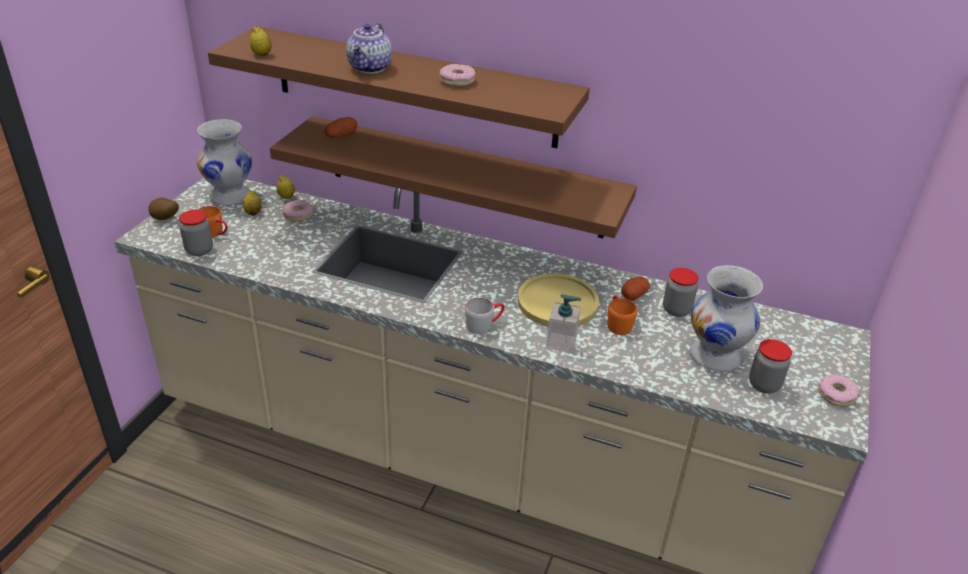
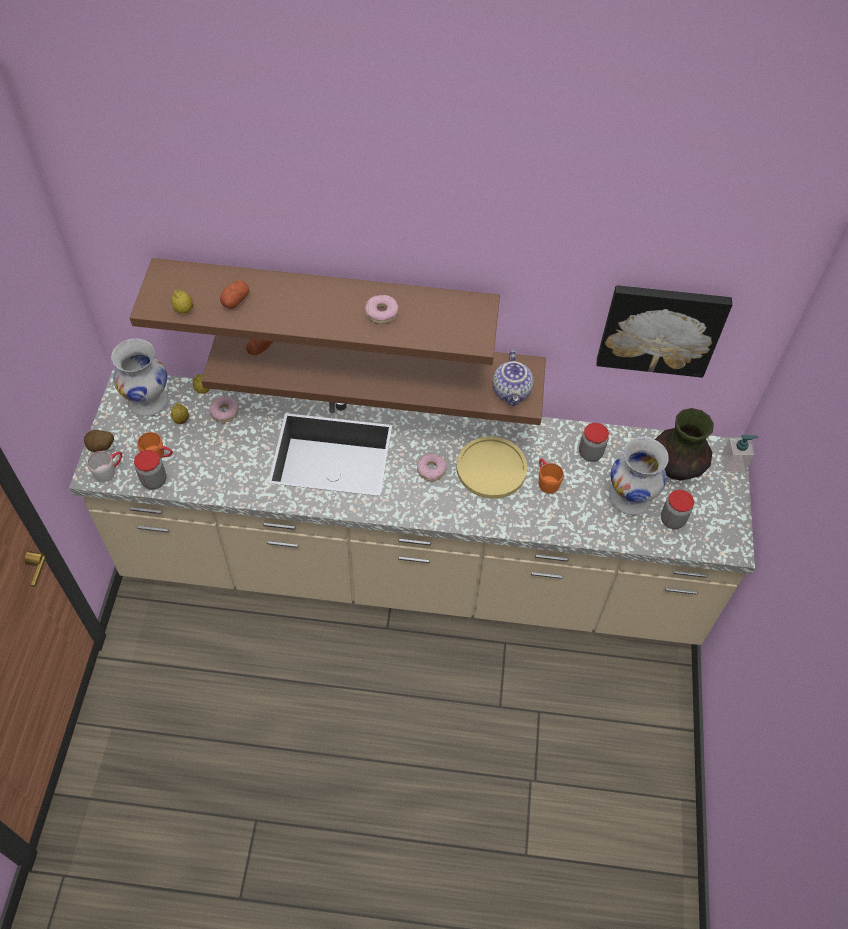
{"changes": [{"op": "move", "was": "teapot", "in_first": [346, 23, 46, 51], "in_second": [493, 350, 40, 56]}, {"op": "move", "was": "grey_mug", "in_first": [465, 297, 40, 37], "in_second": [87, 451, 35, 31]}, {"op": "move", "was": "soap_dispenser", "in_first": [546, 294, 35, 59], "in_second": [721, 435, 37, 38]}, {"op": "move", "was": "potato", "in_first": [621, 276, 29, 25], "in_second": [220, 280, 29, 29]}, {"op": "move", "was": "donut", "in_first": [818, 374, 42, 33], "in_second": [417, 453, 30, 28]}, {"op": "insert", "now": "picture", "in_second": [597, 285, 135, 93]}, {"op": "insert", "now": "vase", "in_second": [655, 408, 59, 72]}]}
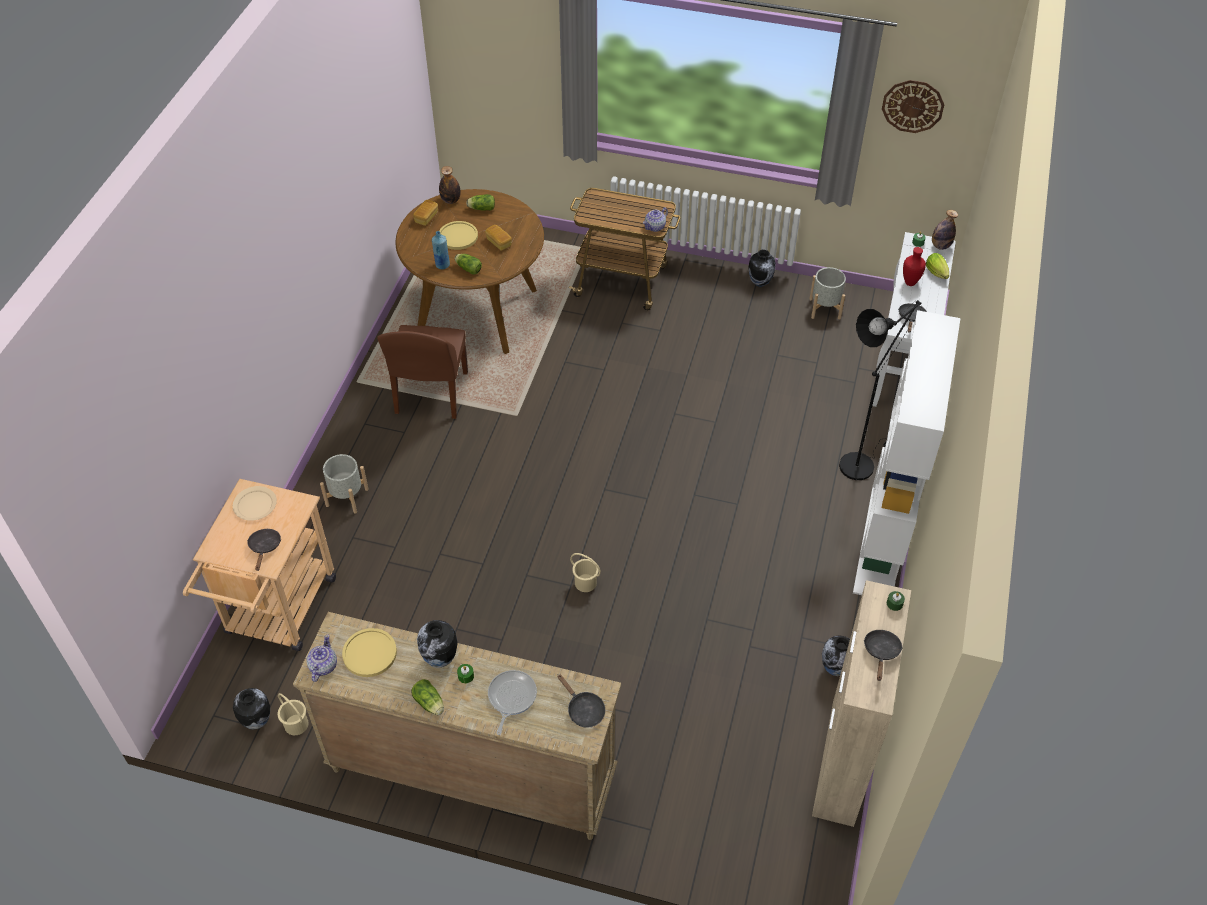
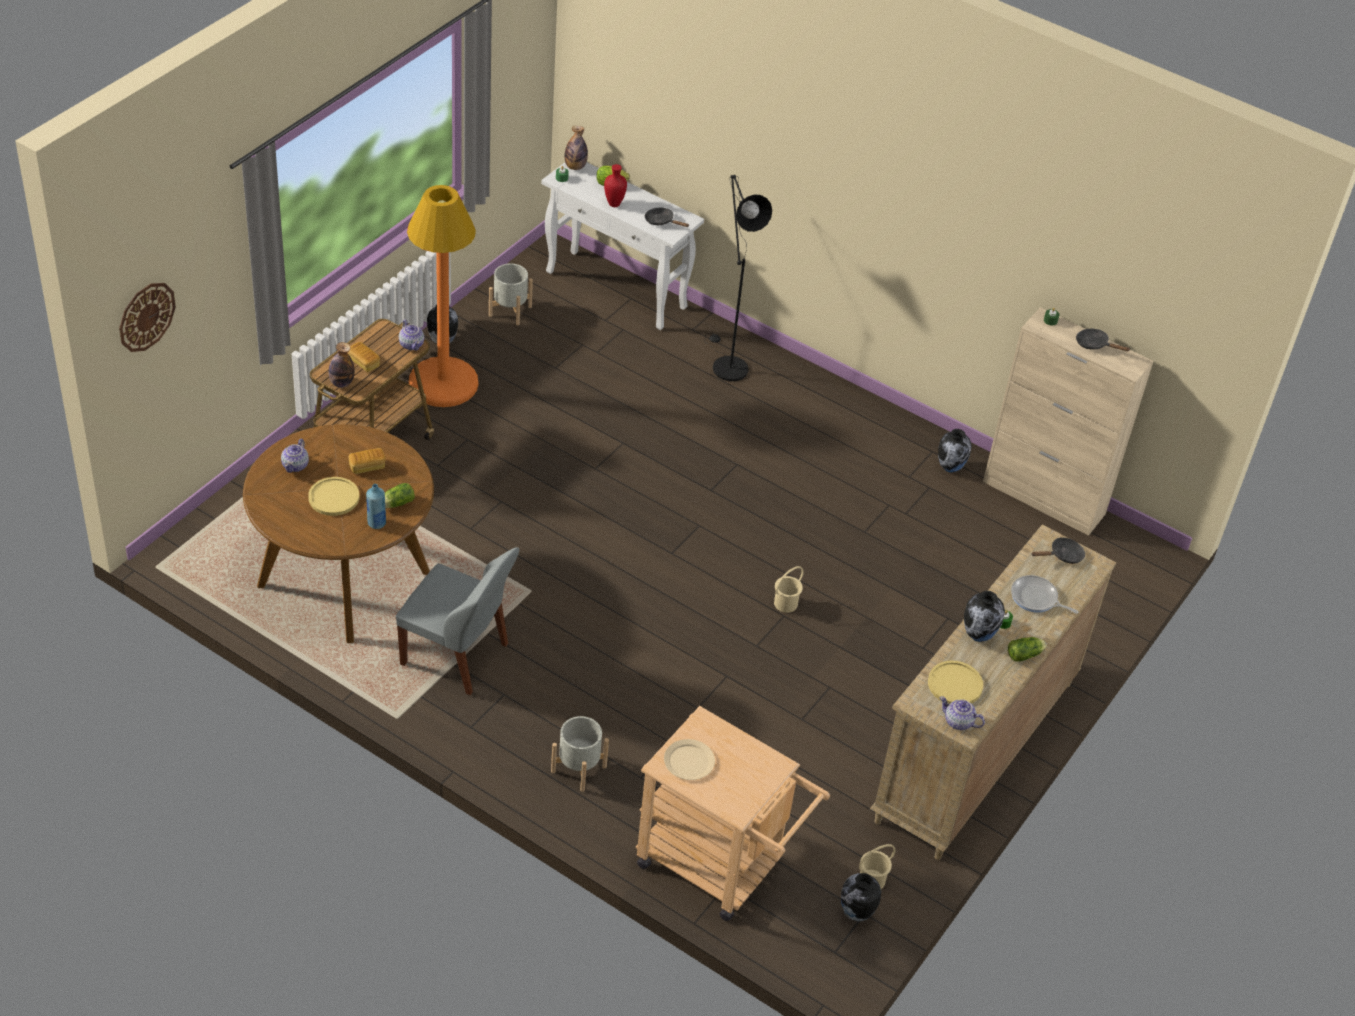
{"changes": [{"op": "delete", "was": "black_frying_pan", "in_first": [247, 529, 34, 42]}, {"op": "recolor", "was": "brown_chair", "now": "grey_chair", "in_first": [377, 325, 91, 94], "in_second": [396, 547, 123, 148]}, {"op": "move", "was": "bread", "in_first": [413, 200, 25, 26], "in_second": [348, 342, 32, 30]}, {"op": "move", "was": "bottle", "in_first": [439, 166, 22, 38], "in_second": [328, 342, 27, 46]}, {"op": "replace", "was": "lettuce", "now": "teapot", "in_first": [466, 194, 29, 17], "in_second": [281, 439, 28, 34]}, {"op": "delete", "was": "white_bookcase", "in_first": [853, 310, 107, 285]}, {"op": "move", "was": "wall_clock", "in_first": [882, 80, 62, 53], "in_second": [119, 283, 57, 69]}, {"op": "insert", "now": "orange_floor_lamp", "in_second": [407, 185, 71, 222]}]}
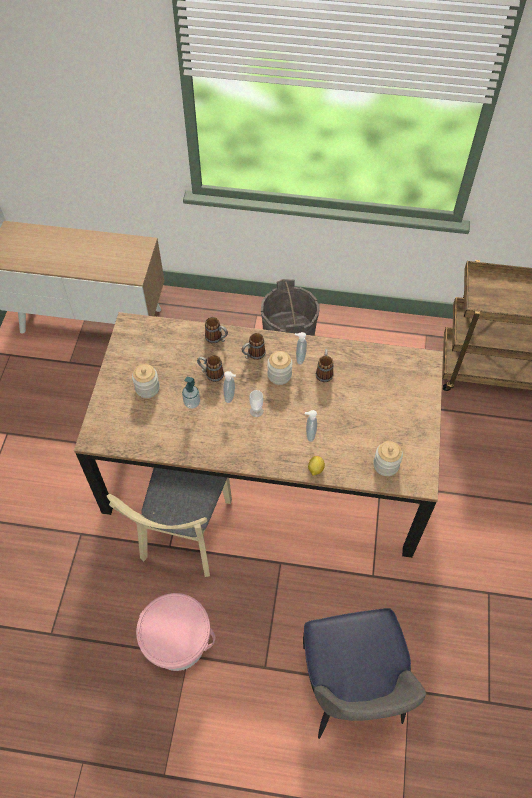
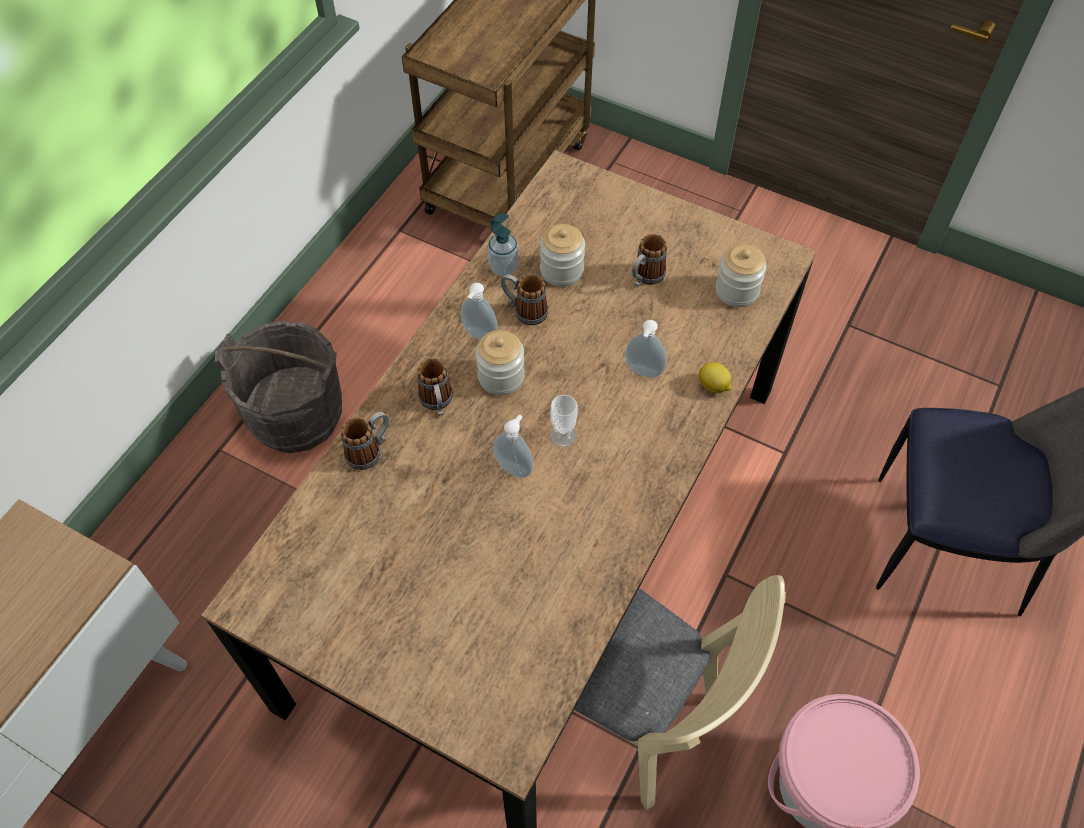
{"changes": [{"op": "move", "was": "jar", "in_first": [132, 364, 28, 34], "in_second": [540, 224, 45, 63]}, {"op": "move", "was": "soap_dispenser", "in_first": [182, 377, 18, 32], "in_second": [488, 213, 30, 63]}, {"op": "move", "was": "mug", "in_first": [197, 355, 27, 27], "in_second": [632, 234, 35, 53]}]}
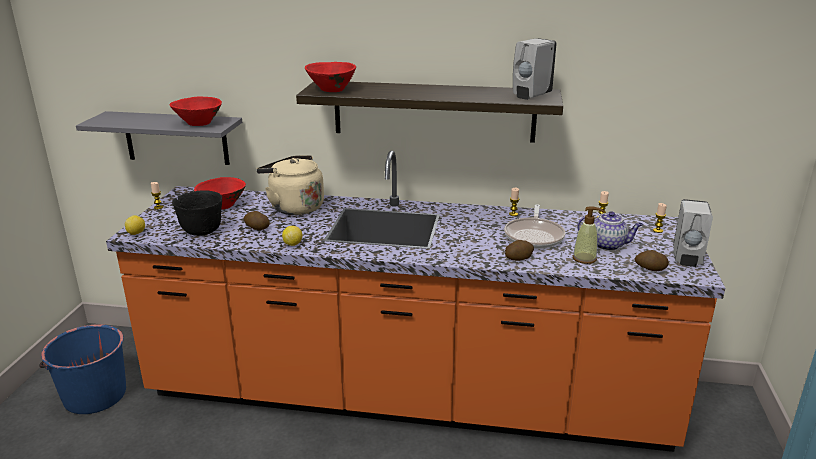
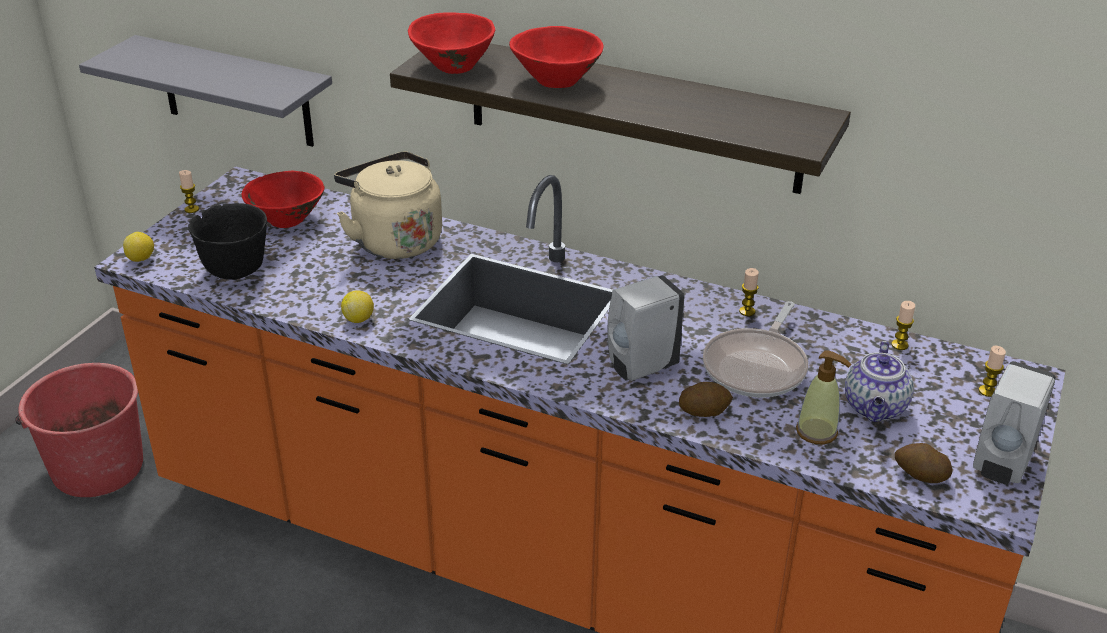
{"changes": [{"op": "recolor", "was": "blue_bucket", "now": "red_bucket", "in_first": [39, 324, 87, 90], "in_second": [15, 363, 128, 134]}, {"op": "move", "was": "red_bowl", "in_first": [170, 96, 52, 30], "in_second": [509, 26, 95, 62]}, {"op": "delete", "was": "potato", "in_first": [244, 211, 26, 19]}, {"op": "move", "was": "white_soap_dispenser", "in_first": [513, 38, 44, 62], "in_second": [607, 275, 77, 106]}, {"op": "rotate", "was": "teapot", "in_first": [577, 211, 66, 40], "in_second": [845, 341, 69, 81], "clockwise": 75}]}
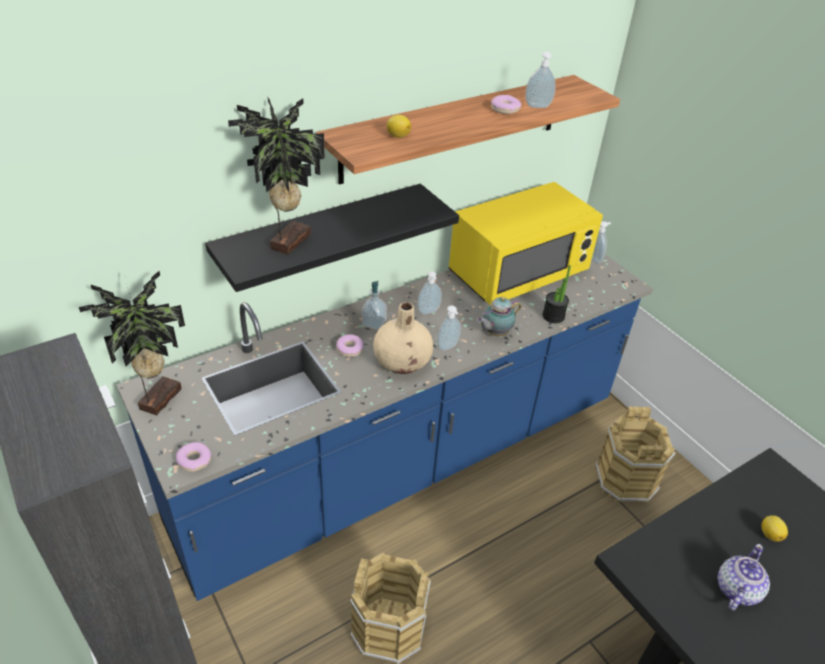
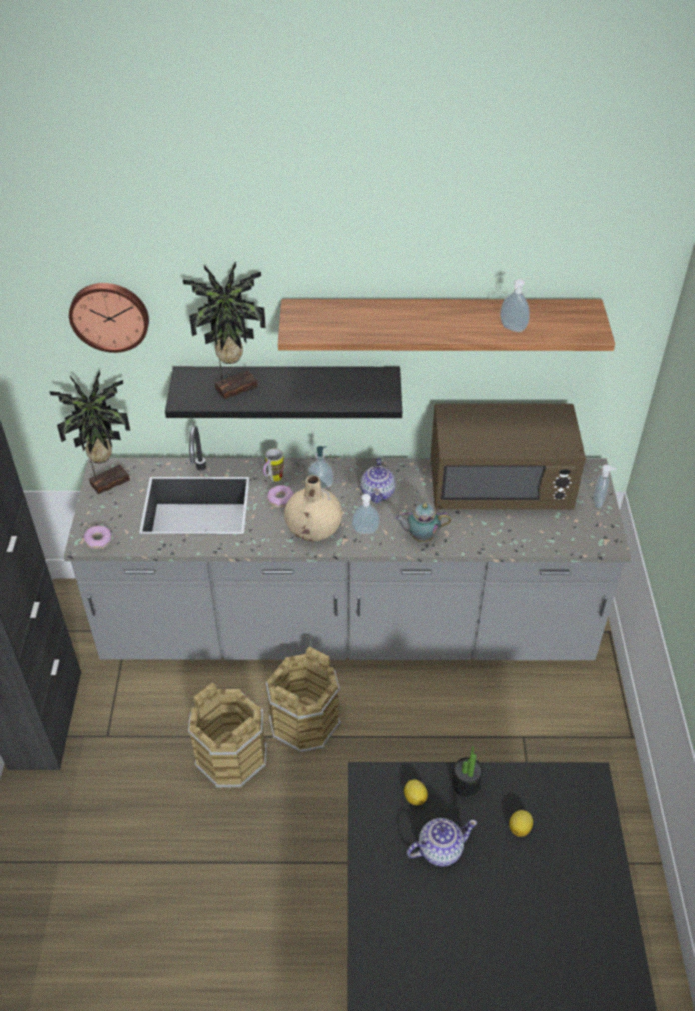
{"changes": [{"op": "recolor", "was": "blue_counter", "now": "grey_counter", "in_first": [116, 255, 537, 346], "in_second": [64, 426, 567, 234]}, {"op": "move", "was": "lemon", "in_first": [386, 115, 25, 23], "in_second": [404, 779, 24, 26]}, {"op": "replace", "was": "soap_dispenser", "now": "teapot", "in_first": [417, 271, 25, 44], "in_second": [360, 458, 36, 45]}, {"op": "recolor", "was": "yellow_microwave", "now": "brown_microwave", "in_first": [449, 182, 154, 123], "in_second": [431, 403, 155, 106]}, {"op": "delete", "was": "donut", "in_first": [491, 95, 30, 19]}, {"op": "move", "was": "potted_plant", "in_first": [542, 265, 29, 58], "in_second": [452, 746, 31, 51]}, {"op": "move", "was": "brown_bucket", "in_first": [595, 407, 81, 96], "in_second": [266, 646, 75, 107]}, {"op": "insert", "now": "wall_clock", "in_second": [69, 283, 80, 70]}, {"op": "insert", "now": "mug", "in_second": [263, 448, 21, 34]}]}
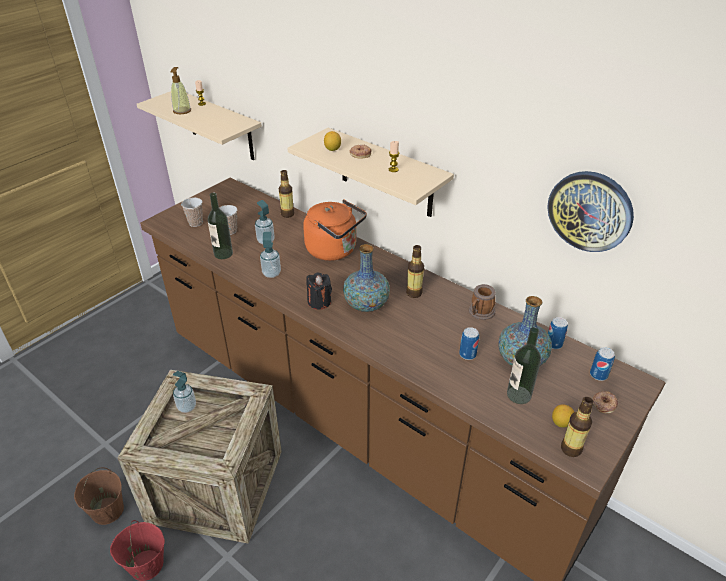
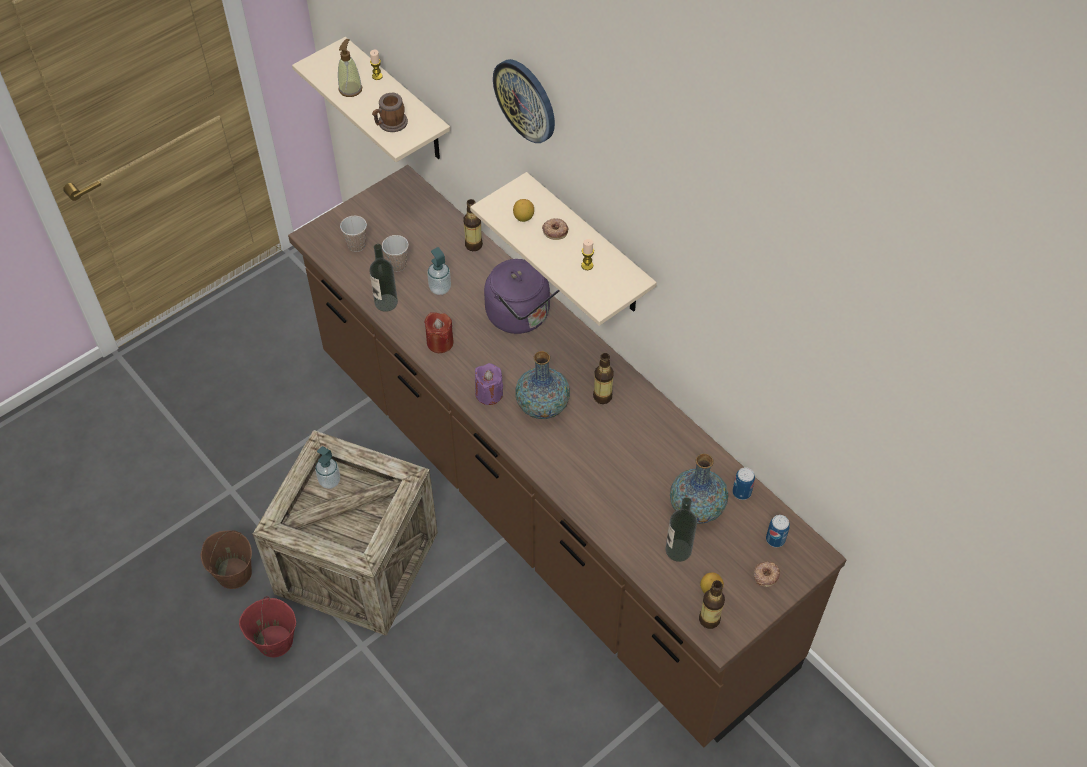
{"changes": [{"op": "replace", "was": "soap_dispenser", "now": "red_candle", "in_first": [260, 232, 21, 46], "in_second": [424, 312, 30, 41]}, {"op": "recolor", "was": "orange_kettle", "now": "purple_kettle", "in_first": [303, 199, 64, 62], "in_second": [484, 259, 75, 75]}, {"op": "recolor", "was": "black_candle", "now": "purple_candle", "in_first": [306, 272, 26, 38], "in_second": [475, 363, 28, 42]}, {"op": "delete", "was": "can", "in_first": [459, 327, 20, 33]}, {"op": "move", "was": "mug", "in_first": [469, 284, 27, 36], "in_second": [372, 93, 36, 39]}, {"op": "move", "was": "wall_clock", "in_first": [547, 171, 87, 81], "in_second": [493, 59, 62, 84]}]}
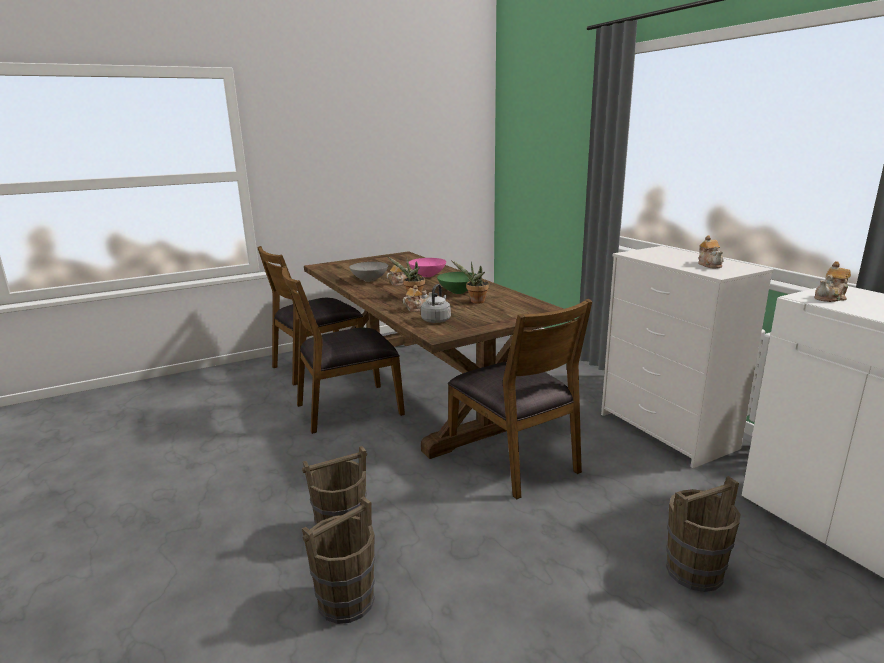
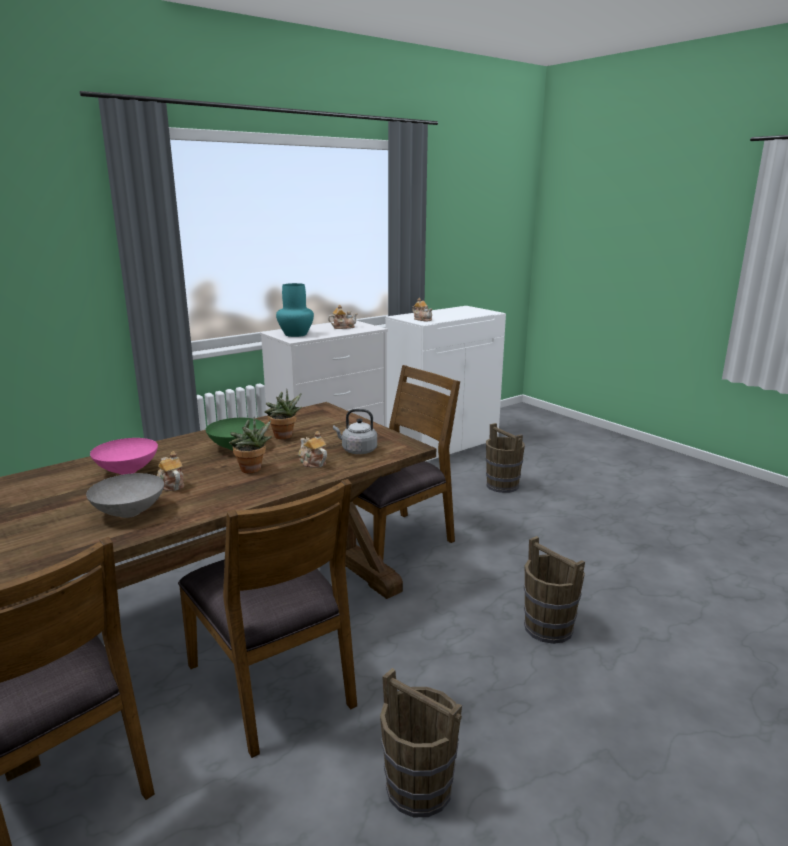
{"changes": [{"op": "move", "was": "brown_bucket", "in_first": [302, 496, 73, 128], "in_second": [380, 668, 82, 149]}, {"op": "insert", "now": "turquoise_vase", "in_second": [276, 283, 38, 54]}]}
